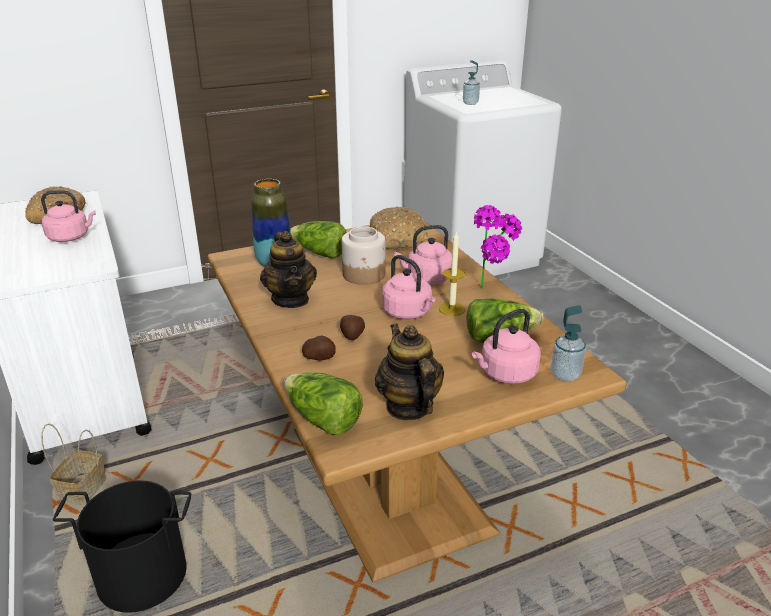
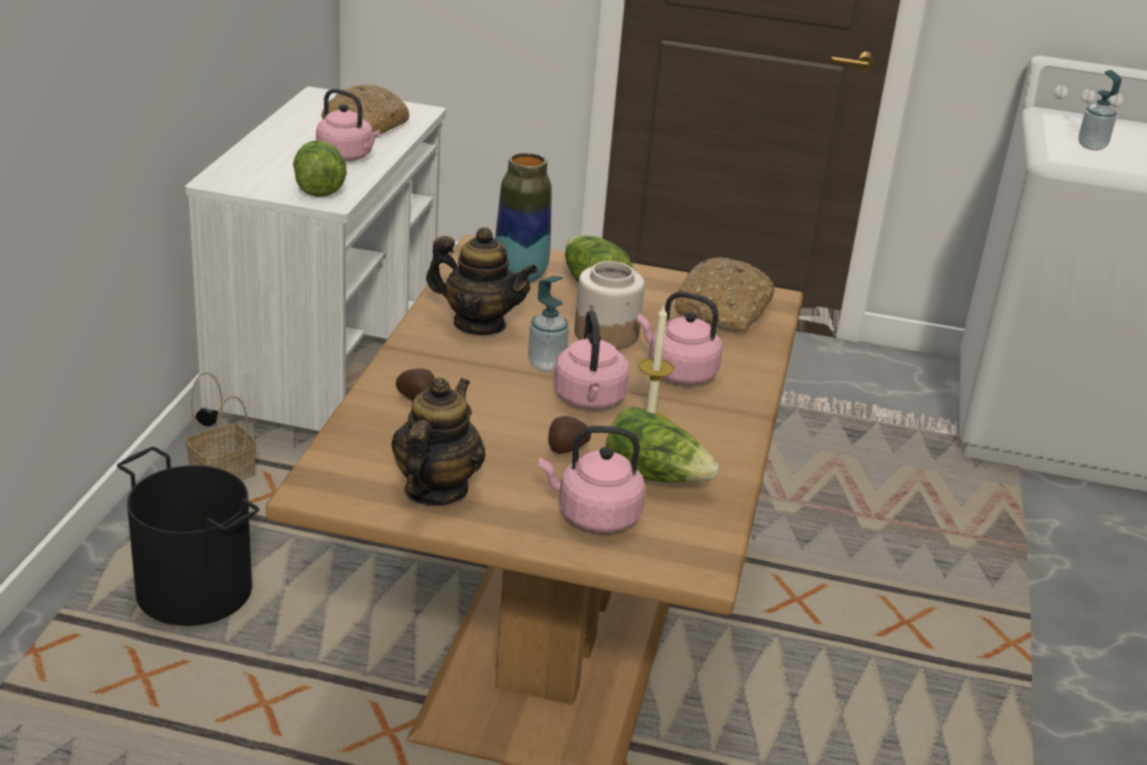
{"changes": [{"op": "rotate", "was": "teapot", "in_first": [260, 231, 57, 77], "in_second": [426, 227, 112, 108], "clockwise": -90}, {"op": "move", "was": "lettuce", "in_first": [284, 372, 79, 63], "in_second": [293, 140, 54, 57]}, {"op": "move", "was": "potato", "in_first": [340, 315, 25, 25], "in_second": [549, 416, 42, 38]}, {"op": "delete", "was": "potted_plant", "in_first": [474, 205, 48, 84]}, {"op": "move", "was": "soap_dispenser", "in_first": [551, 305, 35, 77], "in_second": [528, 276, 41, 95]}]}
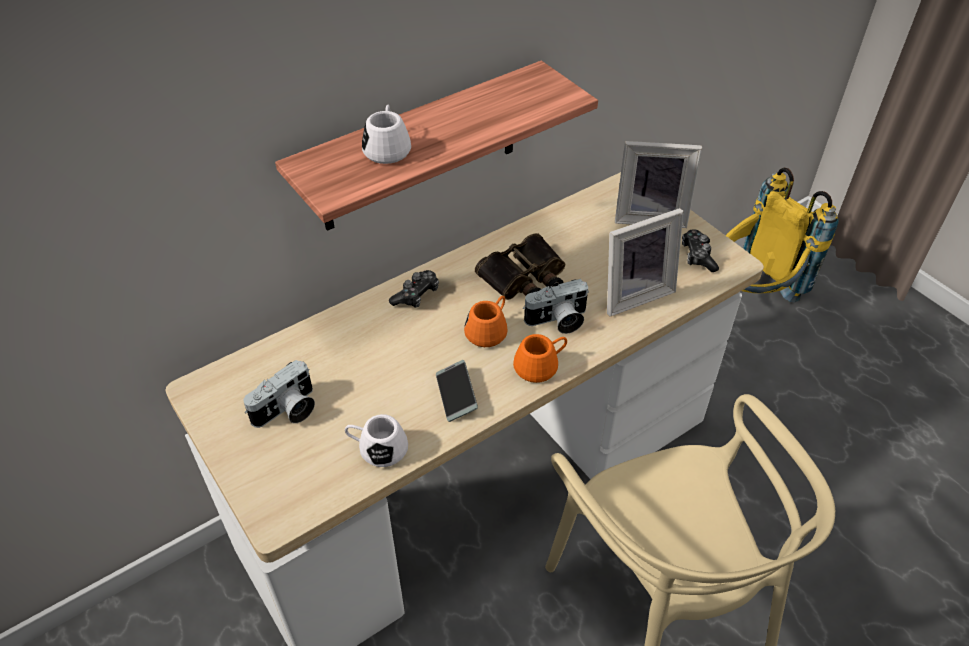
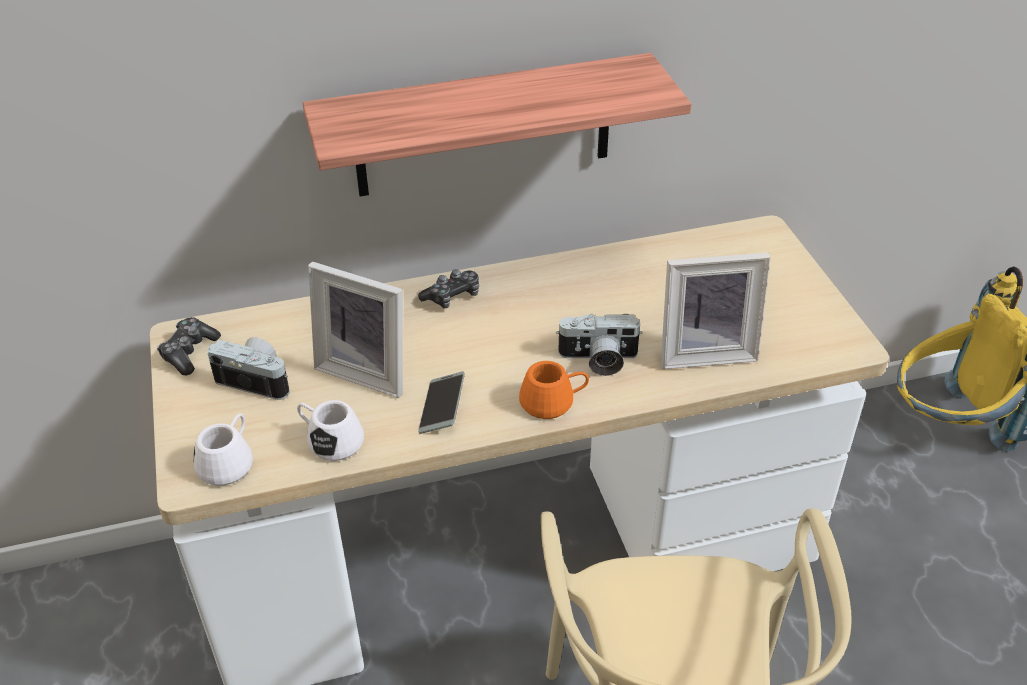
{"changes": [{"op": "rotate", "was": "photo_camera", "in_first": [243, 360, 72, 68], "in_second": [207, 337, 83, 63], "clockwise": -135}, {"op": "move", "was": "white_mug", "in_first": [362, 105, 49, 59], "in_second": [194, 413, 59, 73]}, {"op": "delete", "was": "orange_mug", "in_first": [464, 296, 43, 51]}, {"op": "delete", "was": "binoculars", "in_first": [475, 233, 90, 67]}, {"op": "move", "was": "picture_frame", "in_first": [615, 141, 87, 87], "in_second": [308, 261, 95, 137]}, {"op": "move", "was": "game_controller", "in_first": [682, 229, 37, 43], "in_second": [157, 317, 64, 58]}]}
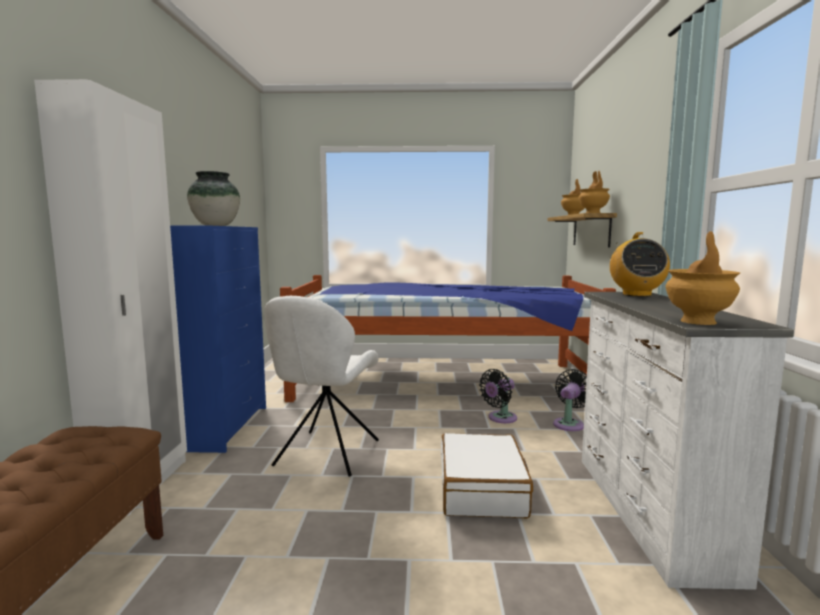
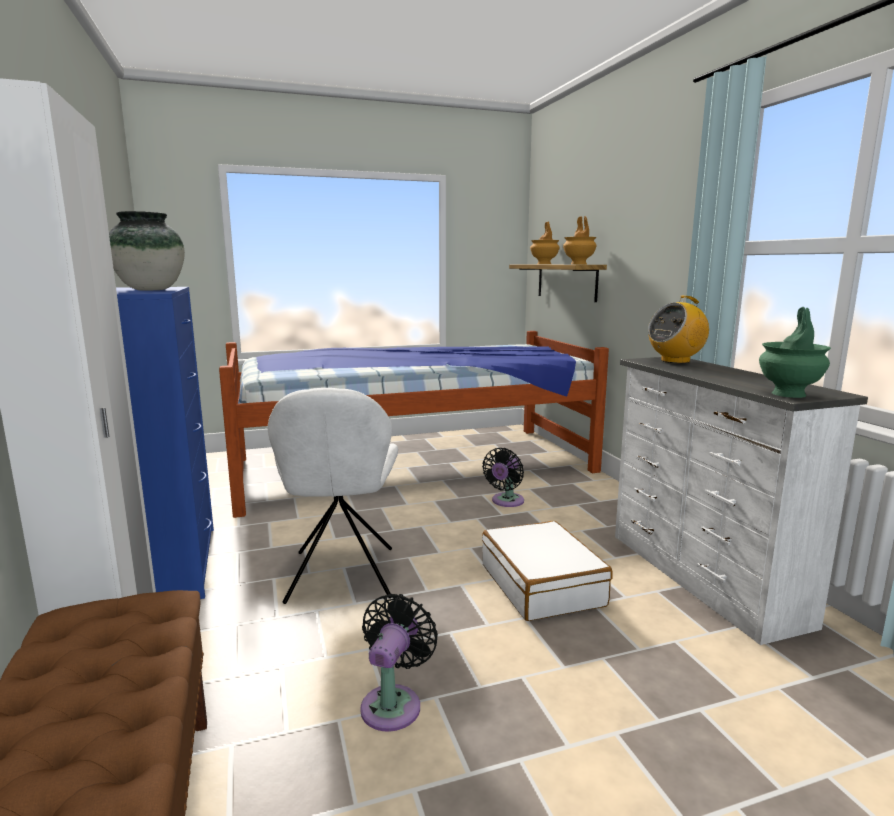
{"changes": [{"op": "move", "was": "black_fan", "in_first": [553, 369, 34, 62], "in_second": [360, 594, 78, 138]}, {"op": "rotate", "was": "radio", "in_first": [610, 232, 60, 65], "in_second": [648, 296, 61, 68], "clockwise": 75}, {"op": "recolor", "was": "brown_vase", "now": "green_vase", "in_first": [666, 231, 74, 94], "in_second": [759, 307, 72, 91]}]}
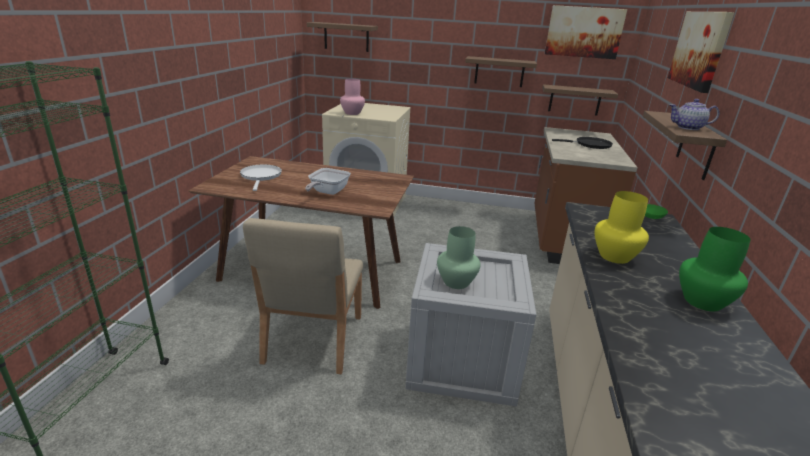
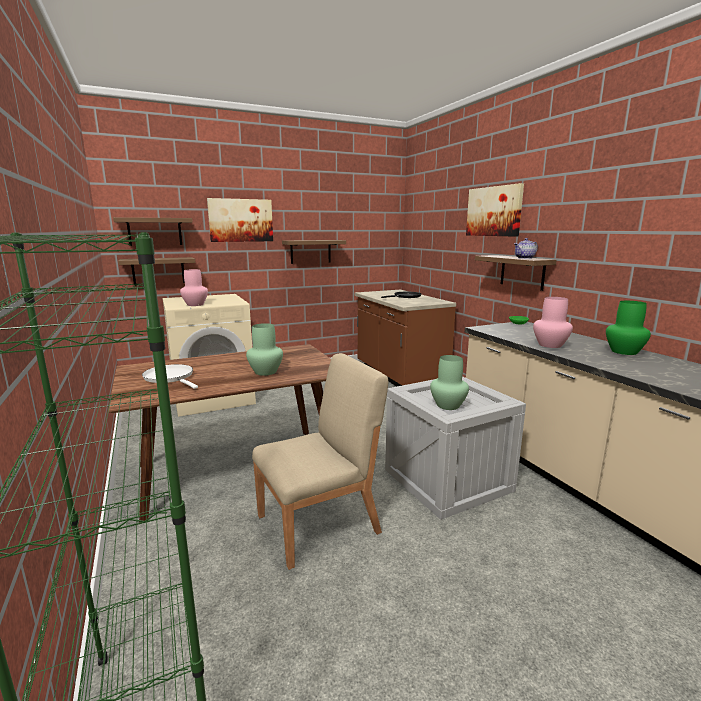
{"changes": [{"op": "rotate", "was": "beige_chair", "in_first": [243, 218, 120, 156], "in_second": [252, 353, 136, 217], "clockwise": -90}, {"op": "replace", "was": "frying_pan", "now": "green_vase", "in_first": [305, 168, 46, 27], "in_second": [246, 323, 37, 53]}, {"op": "move", "was": "shelf", "in_first": [542, 84, 76, 32], "in_second": [118, 257, 77, 27]}, {"op": "move", "was": "picture", "in_first": [545, 5, 82, 54], "in_second": [207, 198, 66, 44]}, {"op": "recolor", "was": "yellow_vase", "now": "pink_vase", "in_first": [594, 191, 55, 73], "in_second": [533, 297, 40, 51]}]}
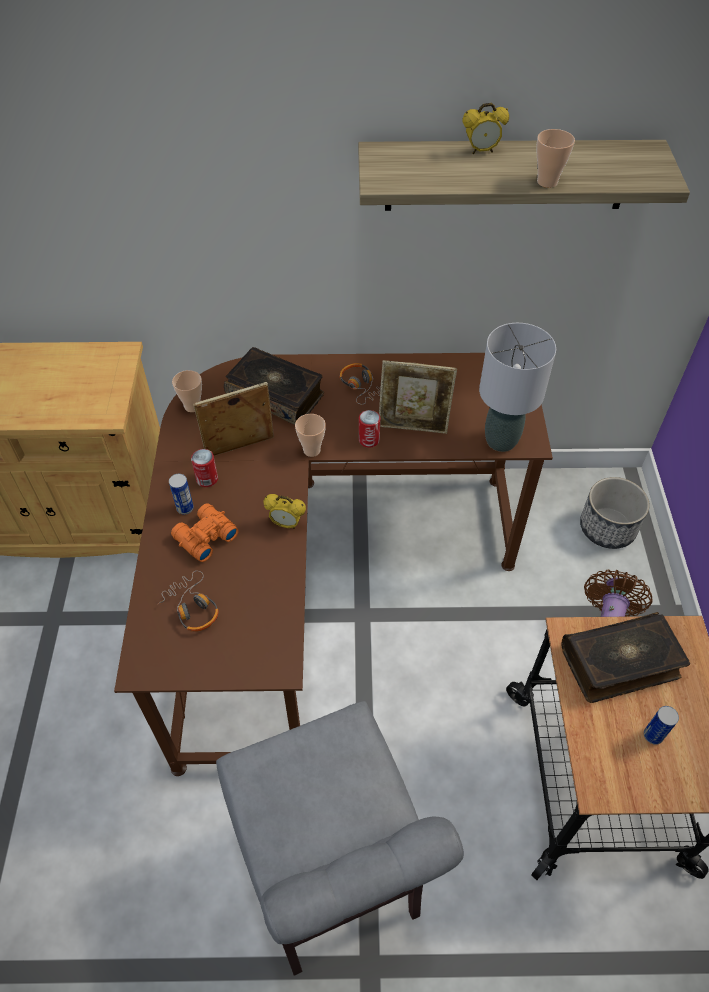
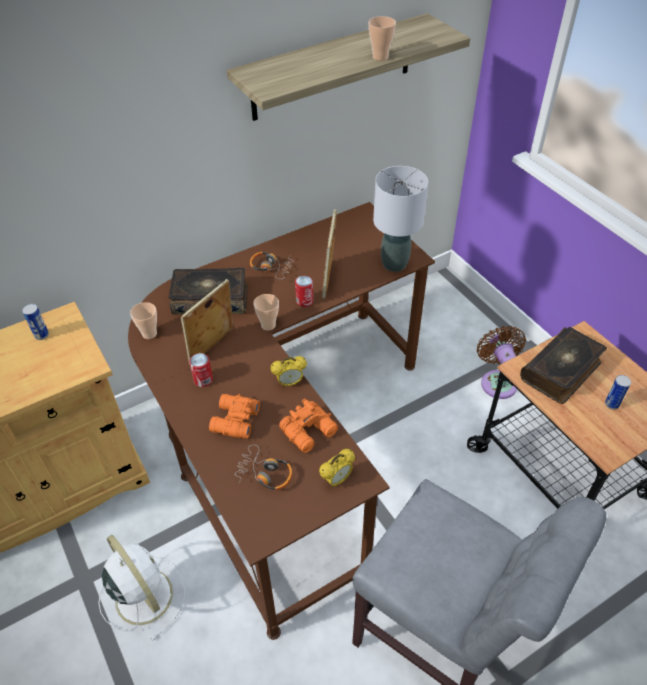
{"changes": [{"op": "move", "was": "can", "in_first": [169, 474, 25, 41], "in_second": [22, 304, 27, 36]}, {"op": "rotate", "was": "picture_frame", "in_first": [379, 360, 78, 74], "in_second": [322, 209, 15, 89], "clockwise": 120}, {"op": "move", "was": "alarm_clock", "in_first": [462, 103, 47, 51], "in_second": [319, 449, 36, 38]}, {"op": "delete", "was": "planter", "in_first": [580, 477, 69, 72]}, {"op": "insert", "now": "white_fan", "in_second": [98, 535, 88, 106]}, {"op": "insert", "now": "orange_binoculars", "in_second": [279, 398, 59, 55]}]}
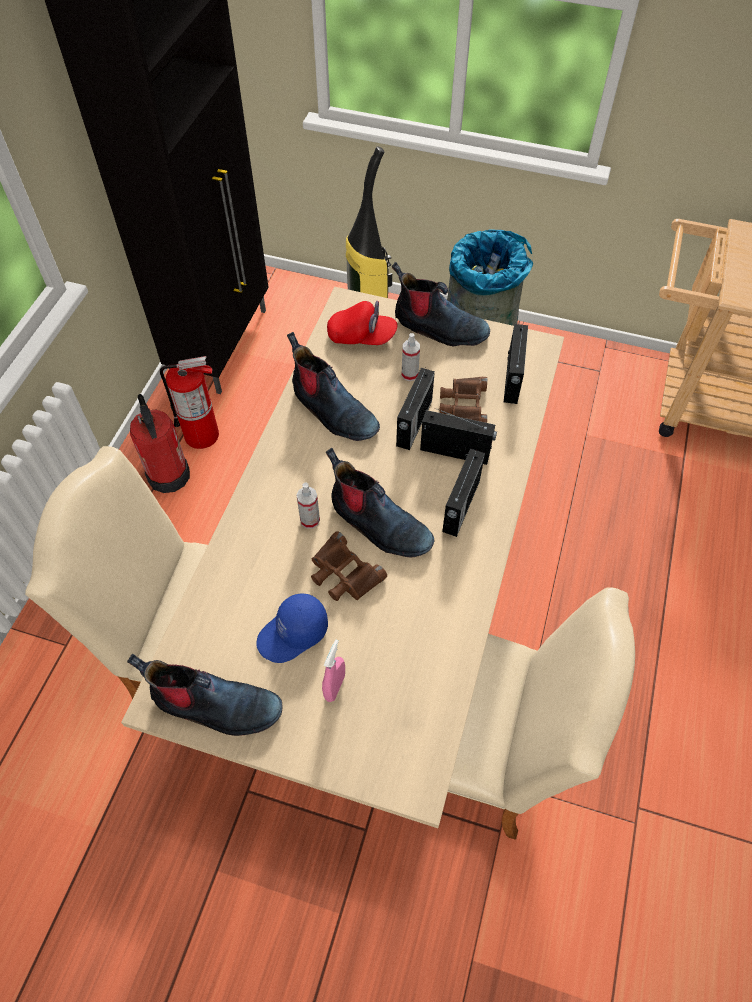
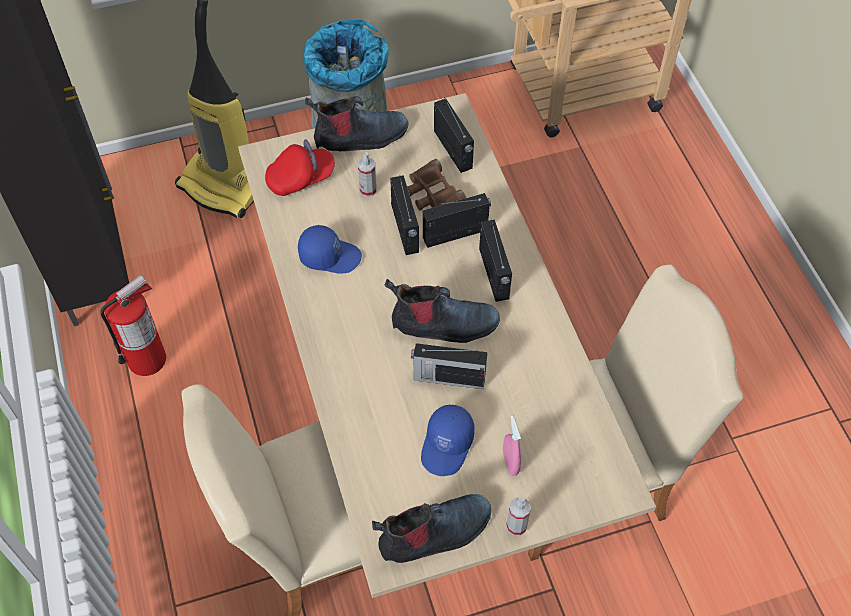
{"changes": [{"op": "delete", "was": "fire_extinguisher", "in_first": [130, 394, 60, 99]}, {"op": "replace", "was": "boot", "now": "blue_cap", "in_first": [287, 332, 93, 109], "in_second": [298, 225, 64, 49]}, {"op": "move", "was": "spray_bottle", "in_first": [297, 483, 23, 46], "in_second": [506, 497, 25, 39]}, {"op": "replace", "was": "brown_binoculars", "now": "radio", "in_first": [311, 531, 76, 70], "in_second": [411, 343, 76, 46]}]}
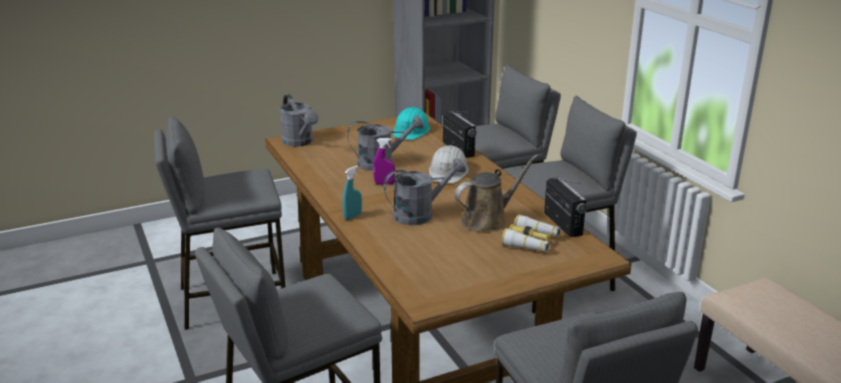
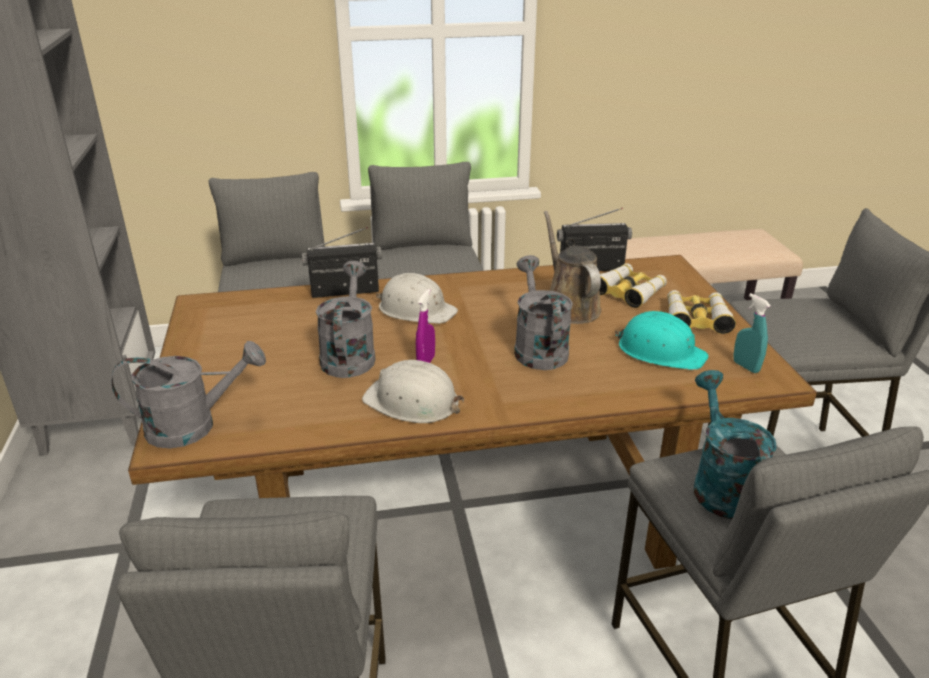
{"changes": [{"op": "move", "was": "turquoise_spray_bottle", "in_first": [342, 166, 20, 54], "in_second": [733, 293, 37, 80]}, {"op": "move", "was": "turquoise_hard_hat", "in_first": [393, 107, 37, 33], "in_second": [615, 311, 94, 59]}, {"op": "insert", "now": "white_hard_hat", "in_second": [362, 360, 102, 63]}, {"op": "insert", "now": "binoculars", "in_second": [667, 290, 69, 44]}, {"op": "insert", "now": "turquoise_watering_can", "in_second": [694, 370, 83, 149]}]}
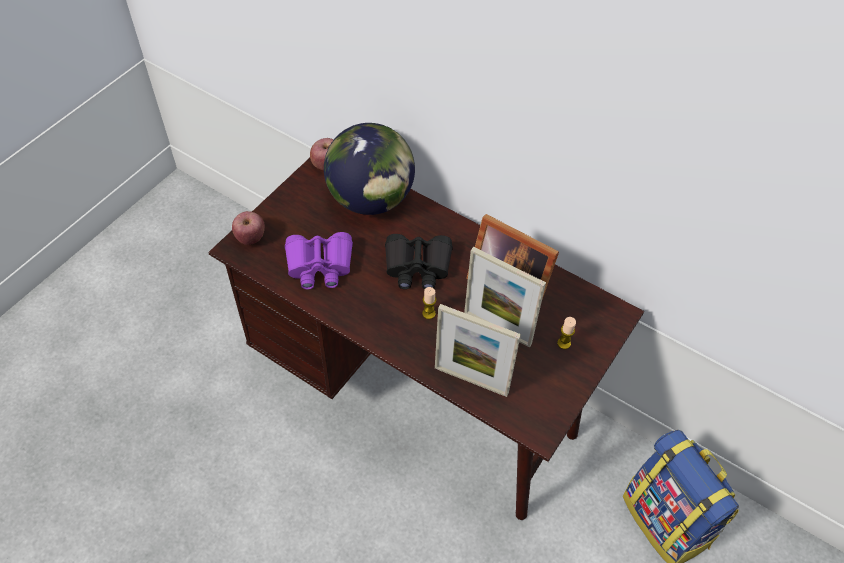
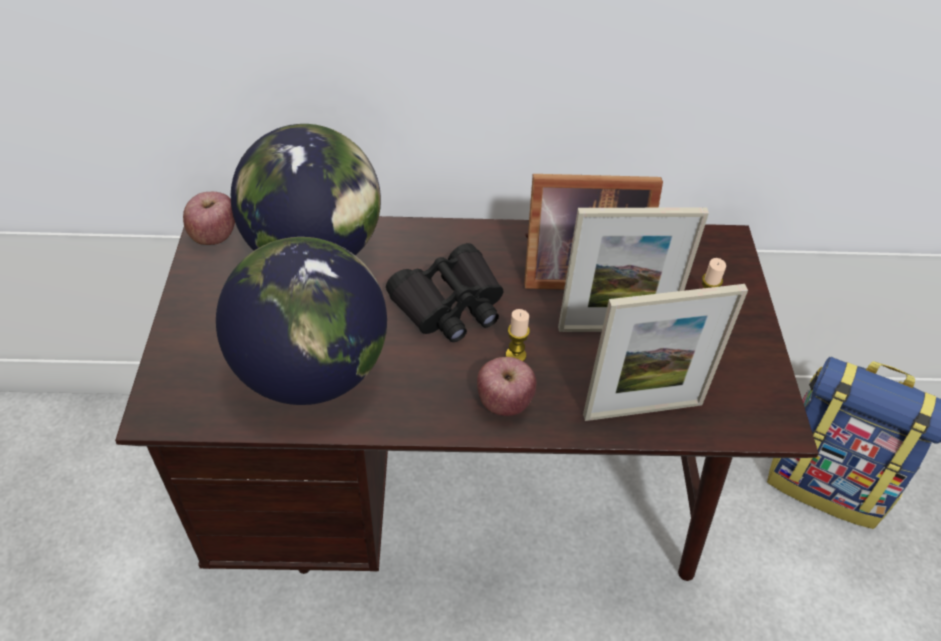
{"changes": [{"op": "move", "was": "apple", "in_first": [232, 211, 33, 34], "in_second": [477, 357, 59, 59]}, {"op": "replace", "was": "purple_binoculars", "now": "globe", "in_first": [285, 232, 68, 57], "in_second": [216, 237, 171, 168]}]}
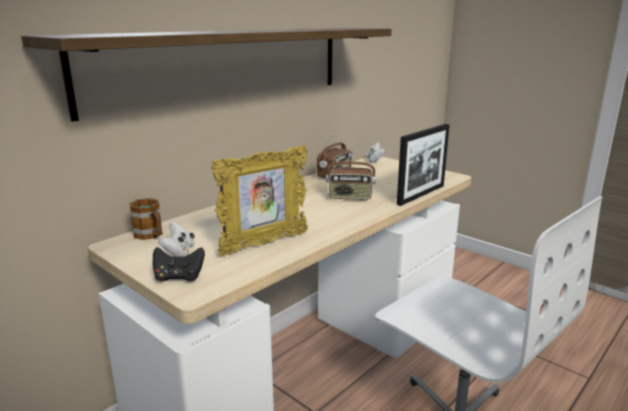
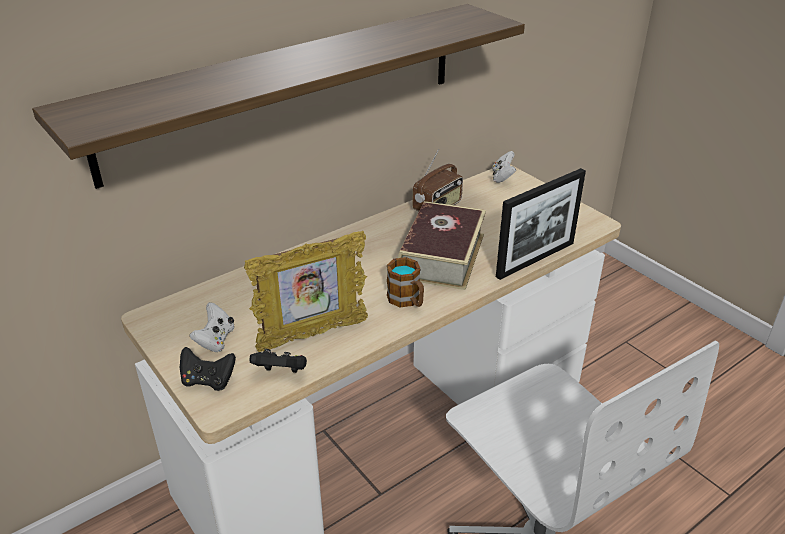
{"changes": [{"op": "move", "was": "mug", "in_first": [129, 198, 34, 42], "in_second": [387, 257, 37, 50]}, {"op": "replace", "was": "radio", "now": "book", "in_first": [326, 146, 50, 54], "in_second": [398, 201, 88, 89]}, {"op": "insert", "now": "black_game_controller", "in_second": [250, 349, 57, 24]}]}
